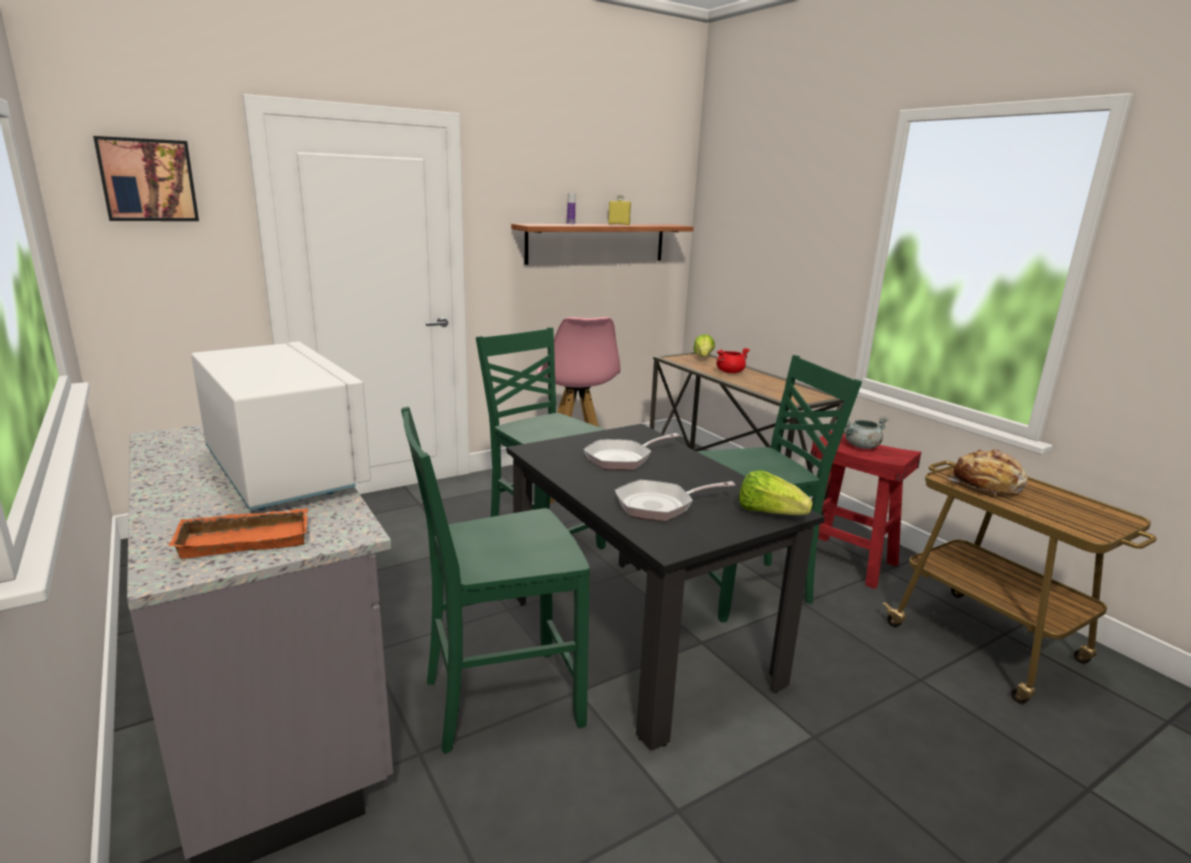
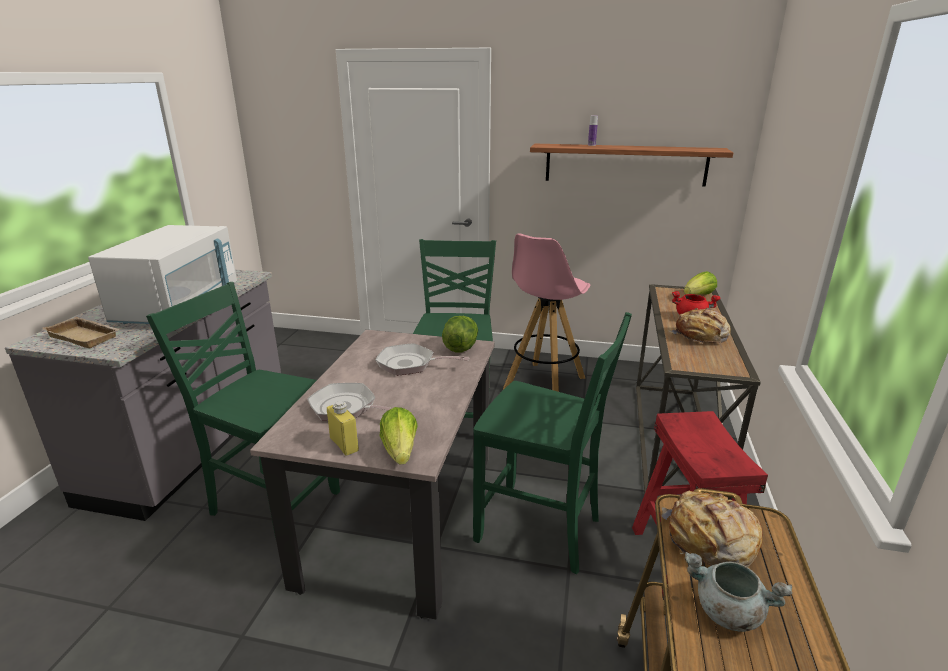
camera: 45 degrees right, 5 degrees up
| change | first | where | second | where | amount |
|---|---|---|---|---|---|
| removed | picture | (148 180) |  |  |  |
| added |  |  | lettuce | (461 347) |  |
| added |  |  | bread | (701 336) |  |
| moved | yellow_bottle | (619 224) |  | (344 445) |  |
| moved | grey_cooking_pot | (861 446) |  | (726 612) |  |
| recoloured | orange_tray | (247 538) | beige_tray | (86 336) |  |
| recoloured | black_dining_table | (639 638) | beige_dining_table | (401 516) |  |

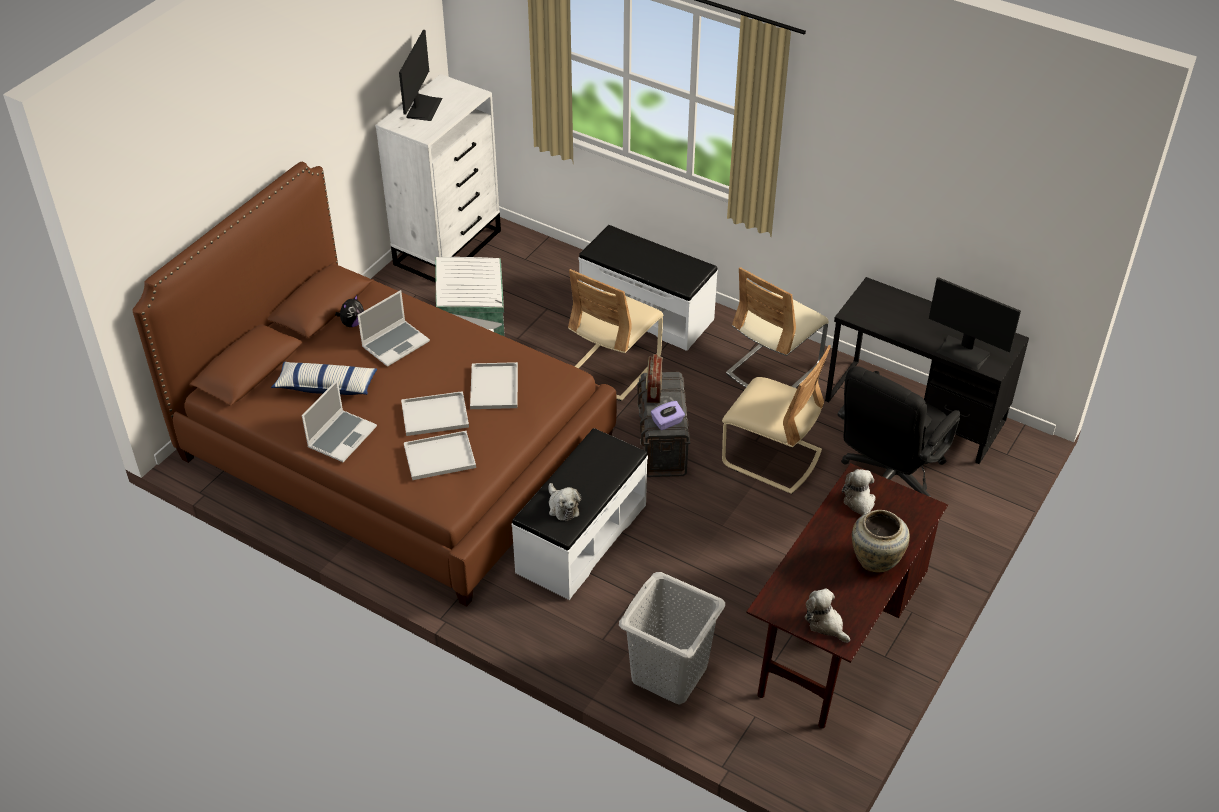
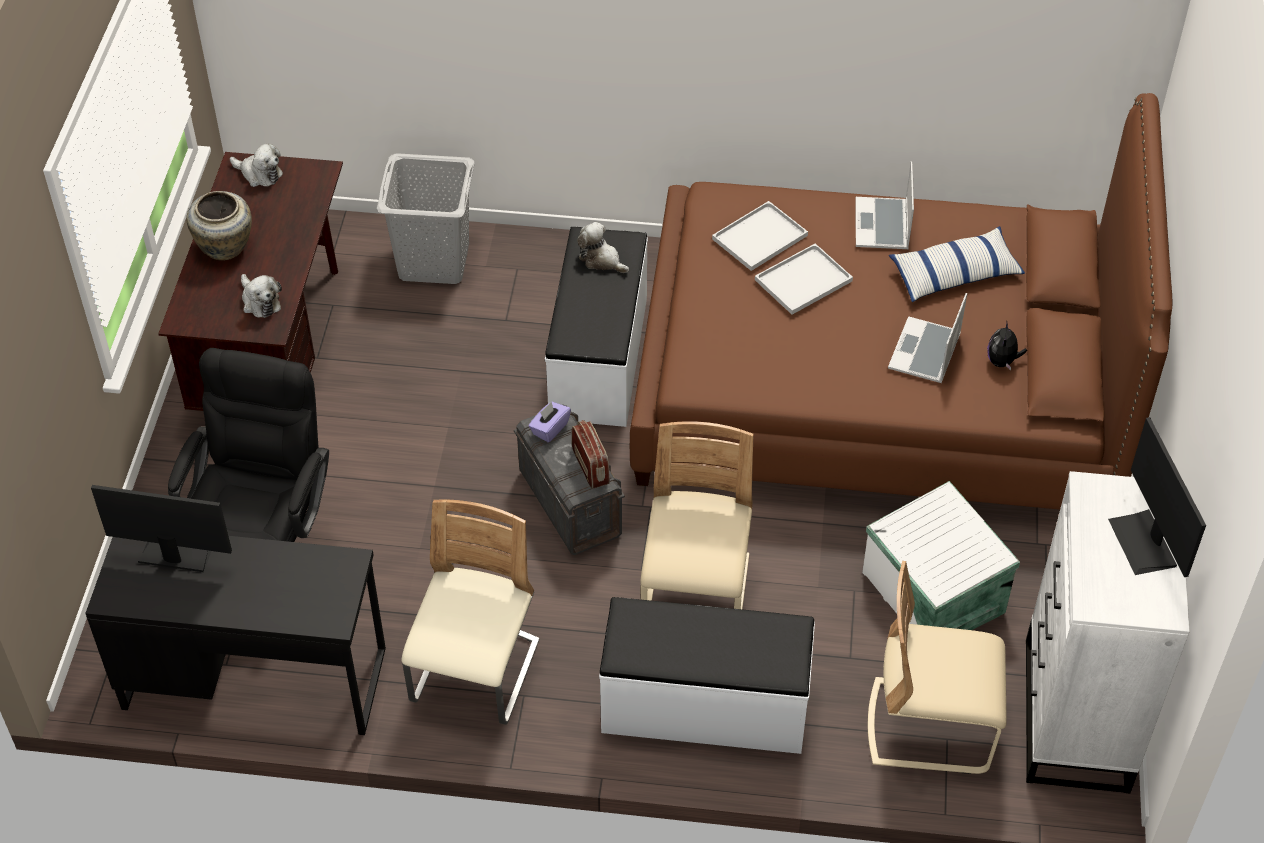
camera: 155 degrees right, 5 degrees up
| change | first | where | second | where | amount |
|---|---|---|---|---|---|
| removed | white_tray | (495 388) |  |  |  |
| moved | beige_chair | (771 458) |  | (930 726) |  |

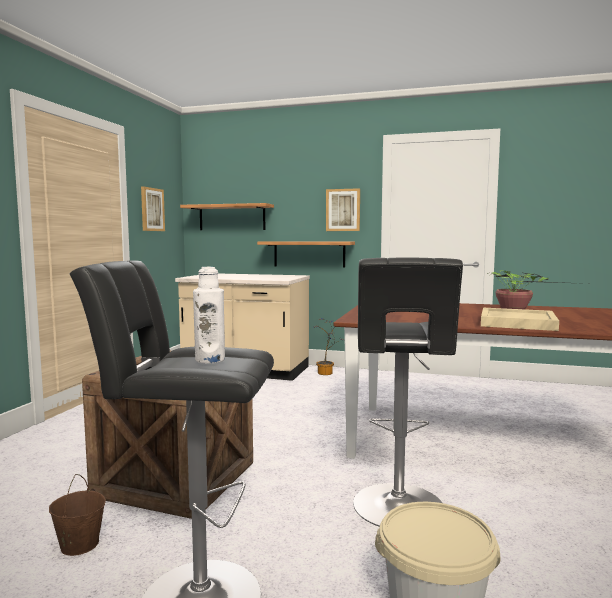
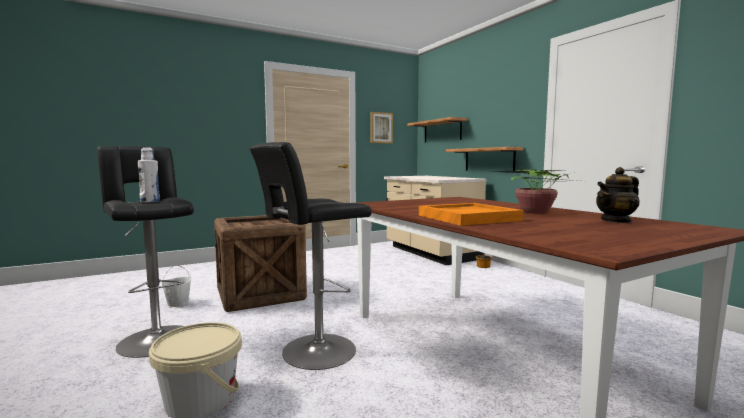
camera: 45 degrees right, 0 degrees up
| change | first | where | second | where | amount |
|---|---|---|---|---|---|
| removed | picture | (343 210) |  |  |  |
| added |  |  | teapot | (616 221) |  |
| recoloured | brown_bucket | (79 545) | white_bucket | (178 303) |  |
| recoloured | beige_tray | (516 322) | orange_tray | (468 217) |  |

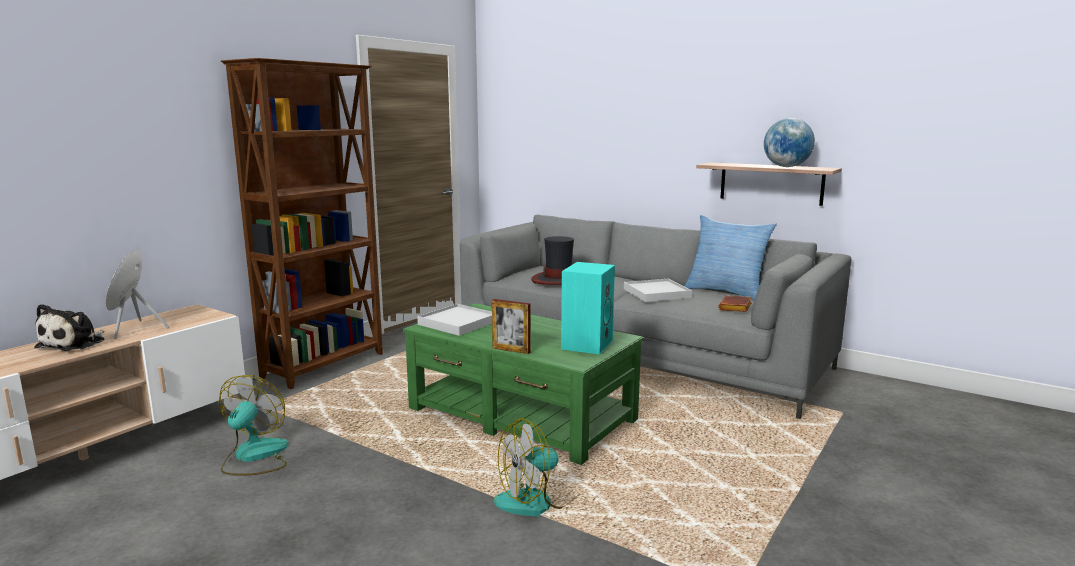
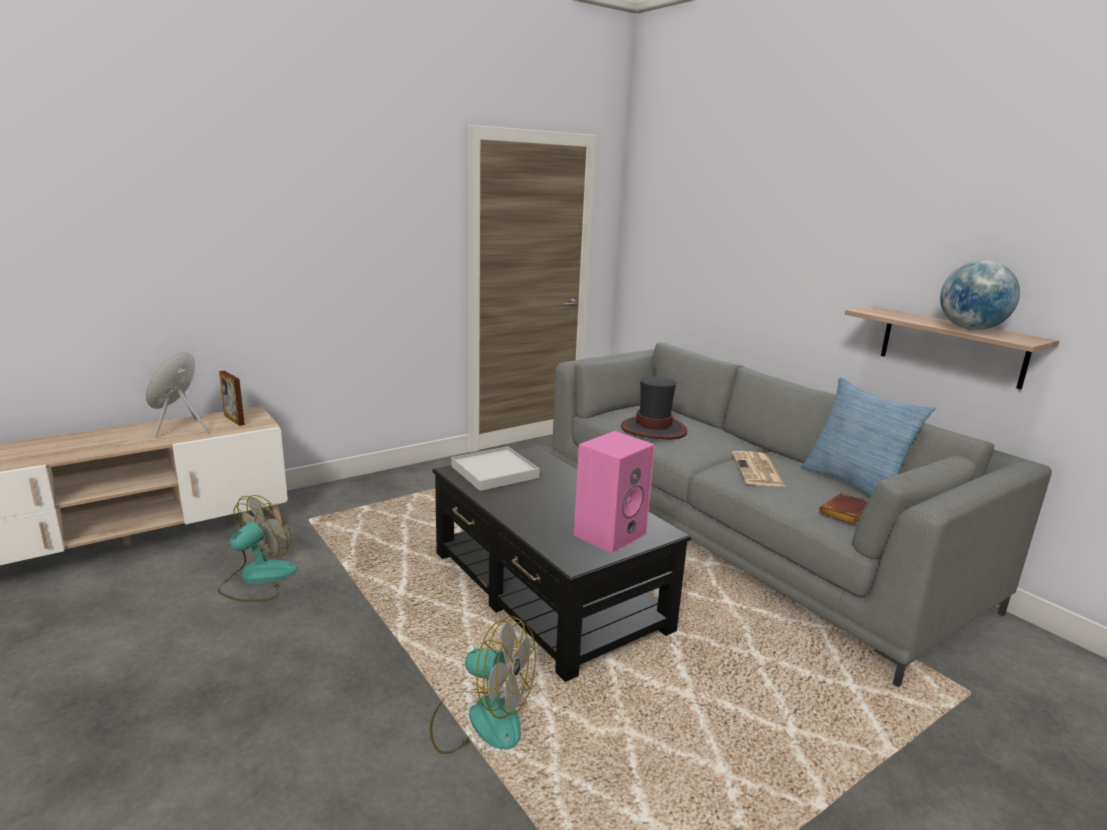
camera: 20 degrees right, 5 degrees up
| change | first | where | second | where | amount |
|---|---|---|---|---|---|
| removed | plush_toy | (74 343) |  |  |  |
| removed | brown_bookcase | (325 365) |  |  |  |
| moved | picture_frame | (511 350) |  | (234 420) |  |
| replaced | white_tray | (657 293) | newspaper | (758 470) |  |
| recoloured | green_coffee_table | (521 415) | black_coffee_table | (546 591) |  |
| recoloured | turquoise_speaker | (586 344) | pink_speaker | (610 533) |  |
| turned | fan | (535 500) |  | (481 719) | 150 degrees counterclockwise |

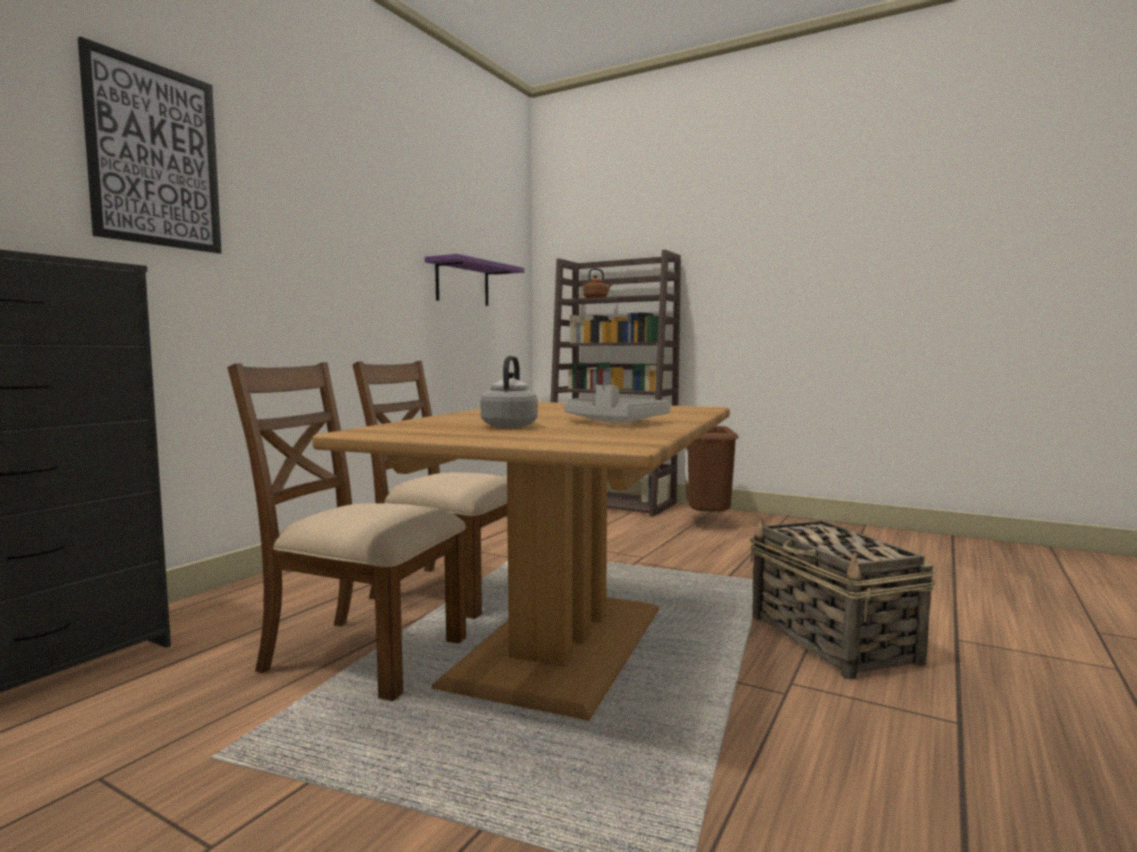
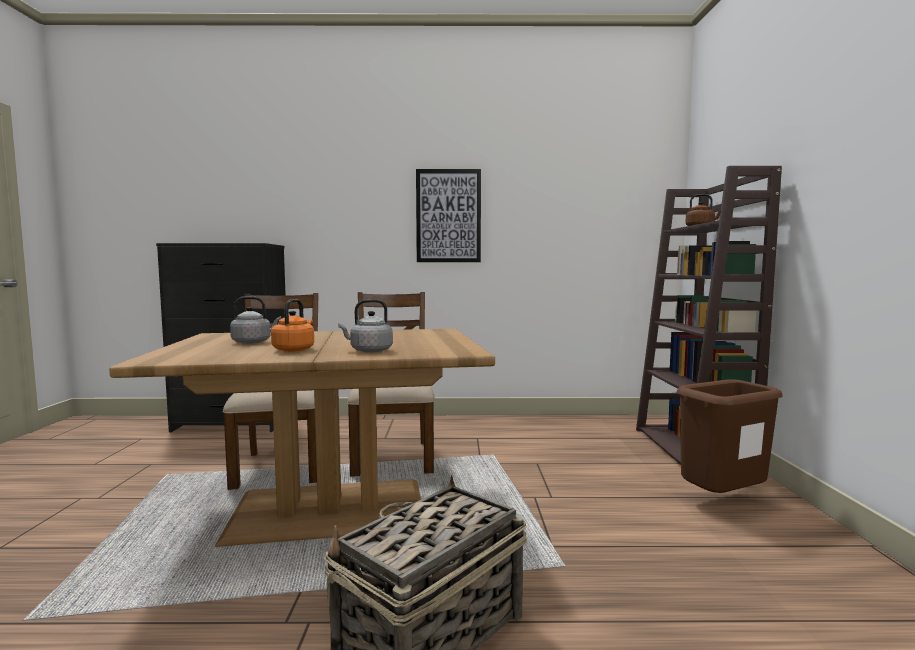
camera: 60 degrees right, 0 degrees up
| change | first | where | second | where | amount |
|---|---|---|---|---|---|
| removed | purple_shelf | (462 283) |  |  |  |
| added |  |  | grey_kettle | (369 351) |  |
| moved | picture | (154 155) |  | (448 216) |  |
| replaced | grey_tray | (612 422) | orange_kettle | (295 349) |  |

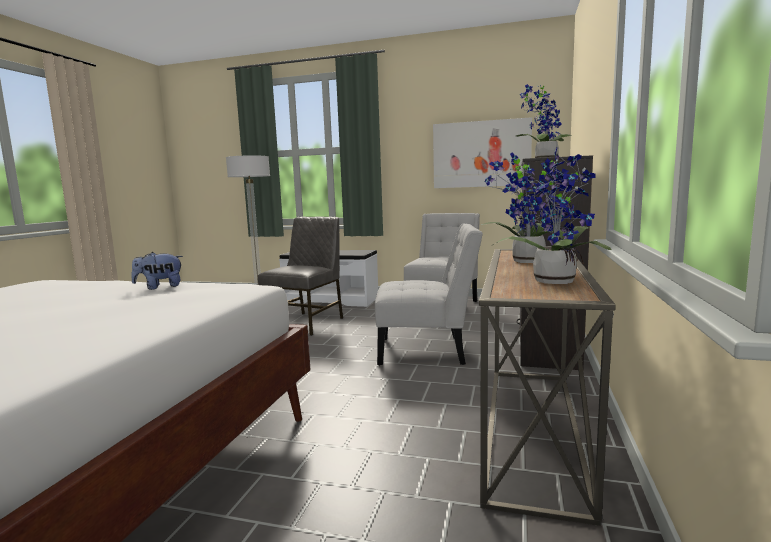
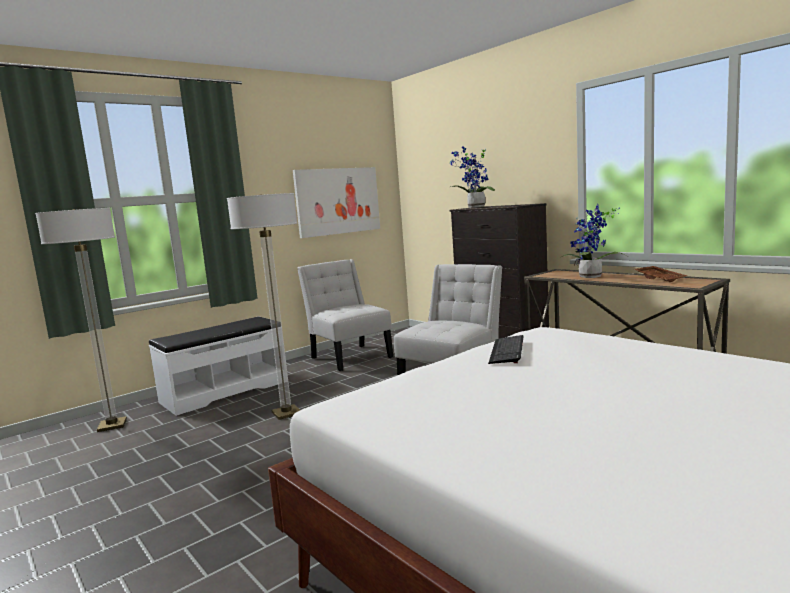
camera: 55 degrees left, 0 degrees up
| change | first | where | second | where | amount |
|---|---|---|---|---|---|
| replaced | plush_toy | (160 287) | keyboard | (507 351) |  |
| replaced | grey_chair | (307 323) | floor_lamp | (286 413) |  |
| replaced | potted_plant | (554 280) | brown_tray | (660 279) |  |

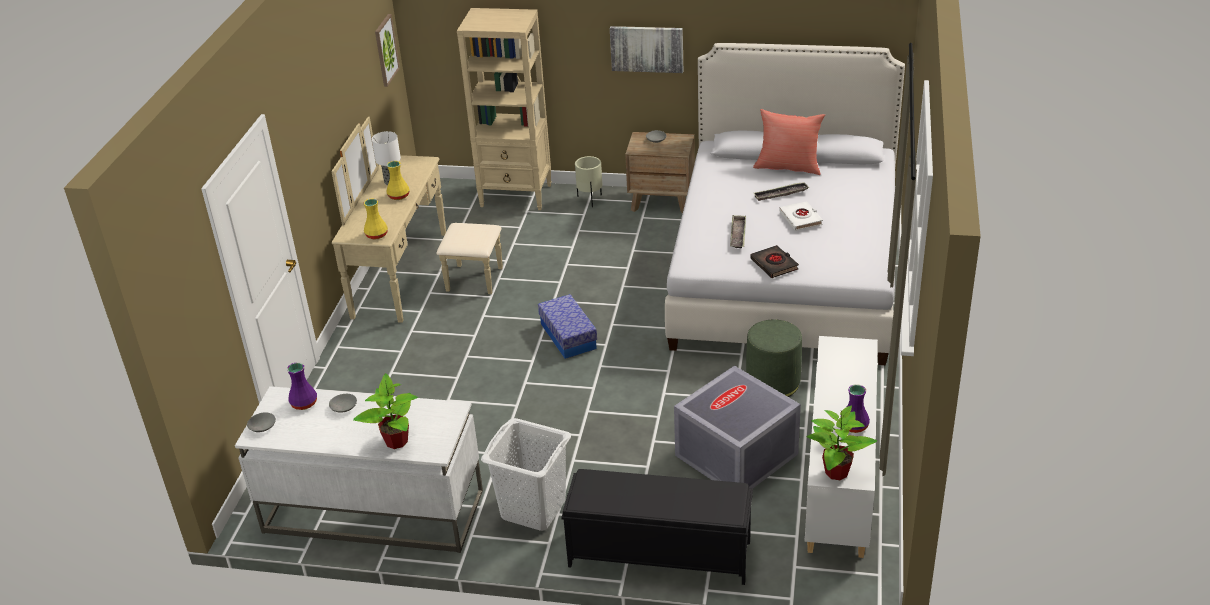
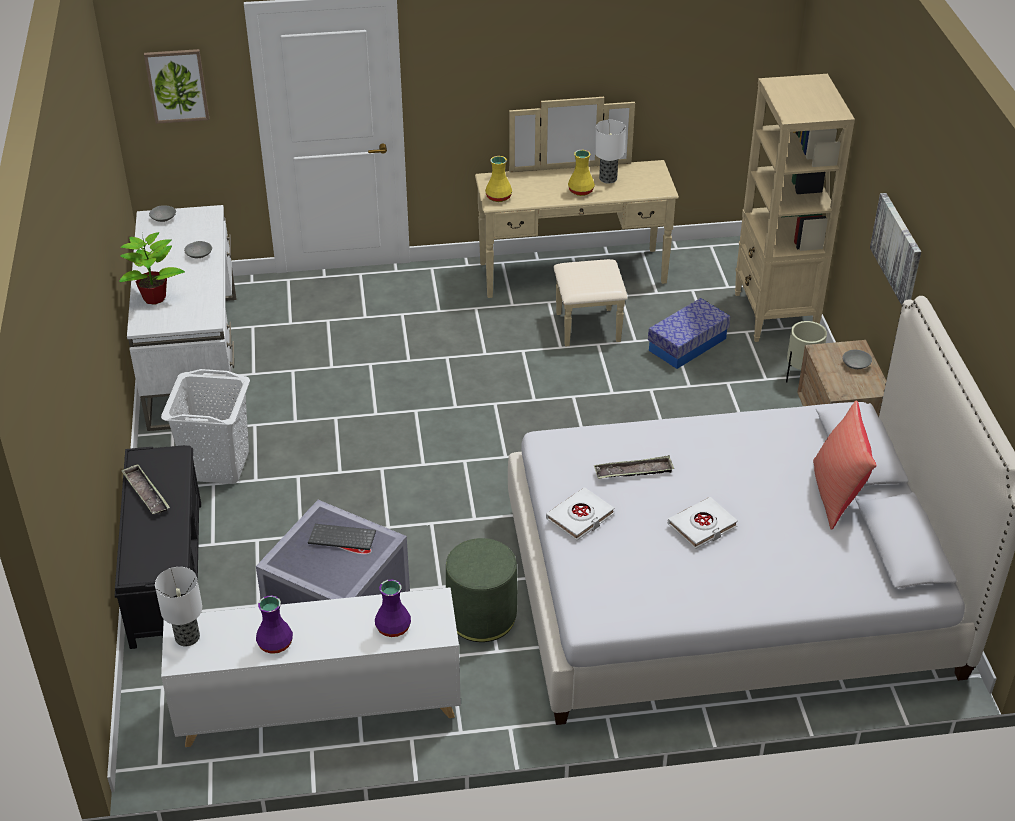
camera: 70 degrees right, 5 degrees up
| change | first | where | second | where | amount |
|---|---|---|---|---|---|
| added |  |  | keyboard | (341 539) |  |
| moved | purple_vase | (304 403) |  | (394 627) |  |
| moved | picture | (386 50) |  | (177 85) |  |
| moved | storage_box | (568 336) |  | (687 344) |  |
| moved | tray | (780 194) |  | (146 493) |  |
| replaced | potted_plant | (836 472) | table_lamp | (188 637) |  |
| recoloured | black_book | (774 264) | white_book | (580 517) |  |

